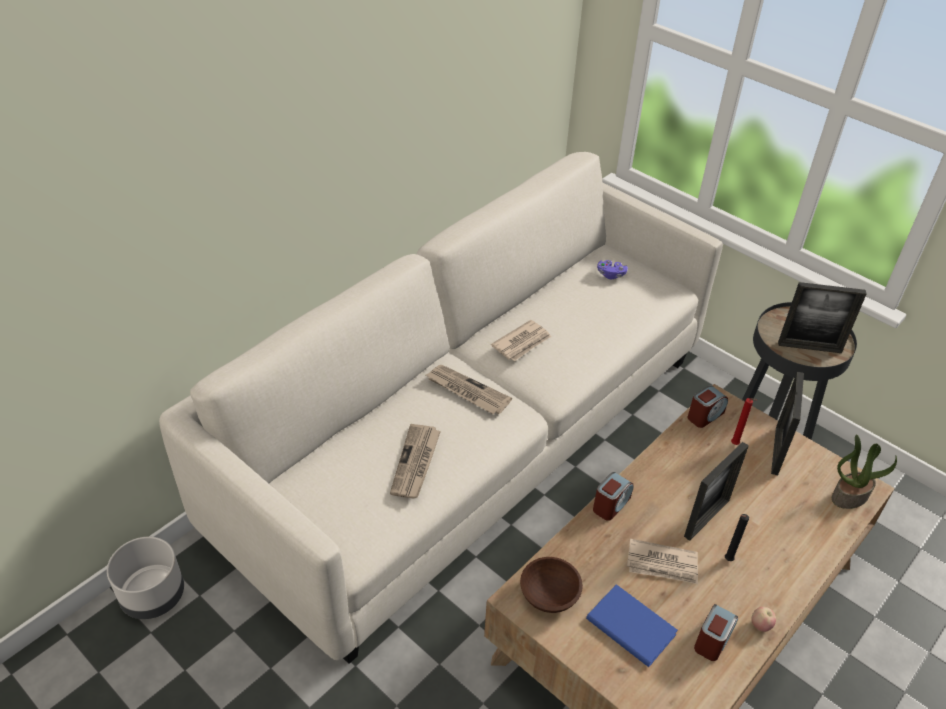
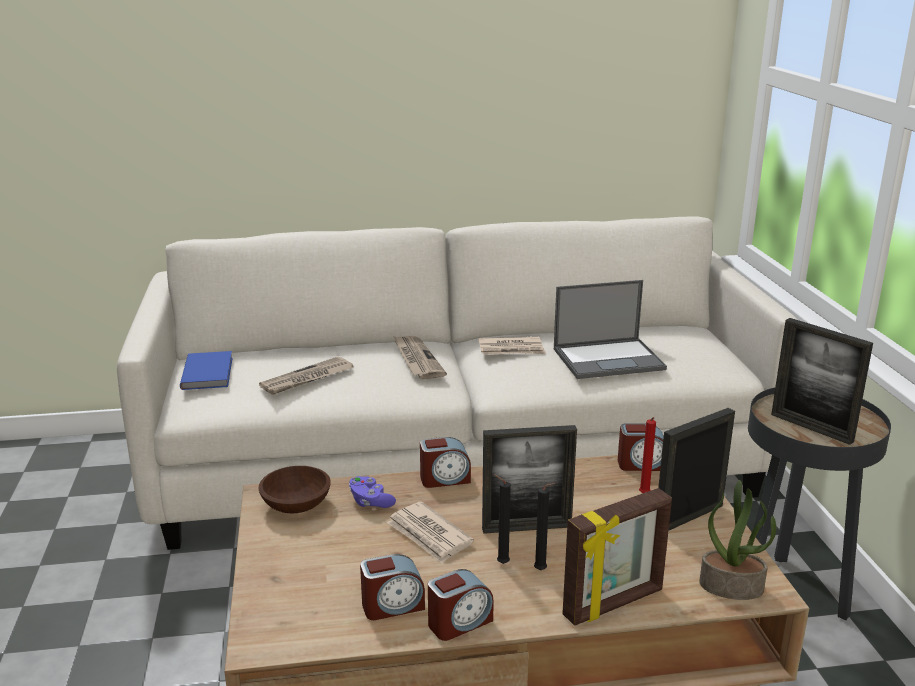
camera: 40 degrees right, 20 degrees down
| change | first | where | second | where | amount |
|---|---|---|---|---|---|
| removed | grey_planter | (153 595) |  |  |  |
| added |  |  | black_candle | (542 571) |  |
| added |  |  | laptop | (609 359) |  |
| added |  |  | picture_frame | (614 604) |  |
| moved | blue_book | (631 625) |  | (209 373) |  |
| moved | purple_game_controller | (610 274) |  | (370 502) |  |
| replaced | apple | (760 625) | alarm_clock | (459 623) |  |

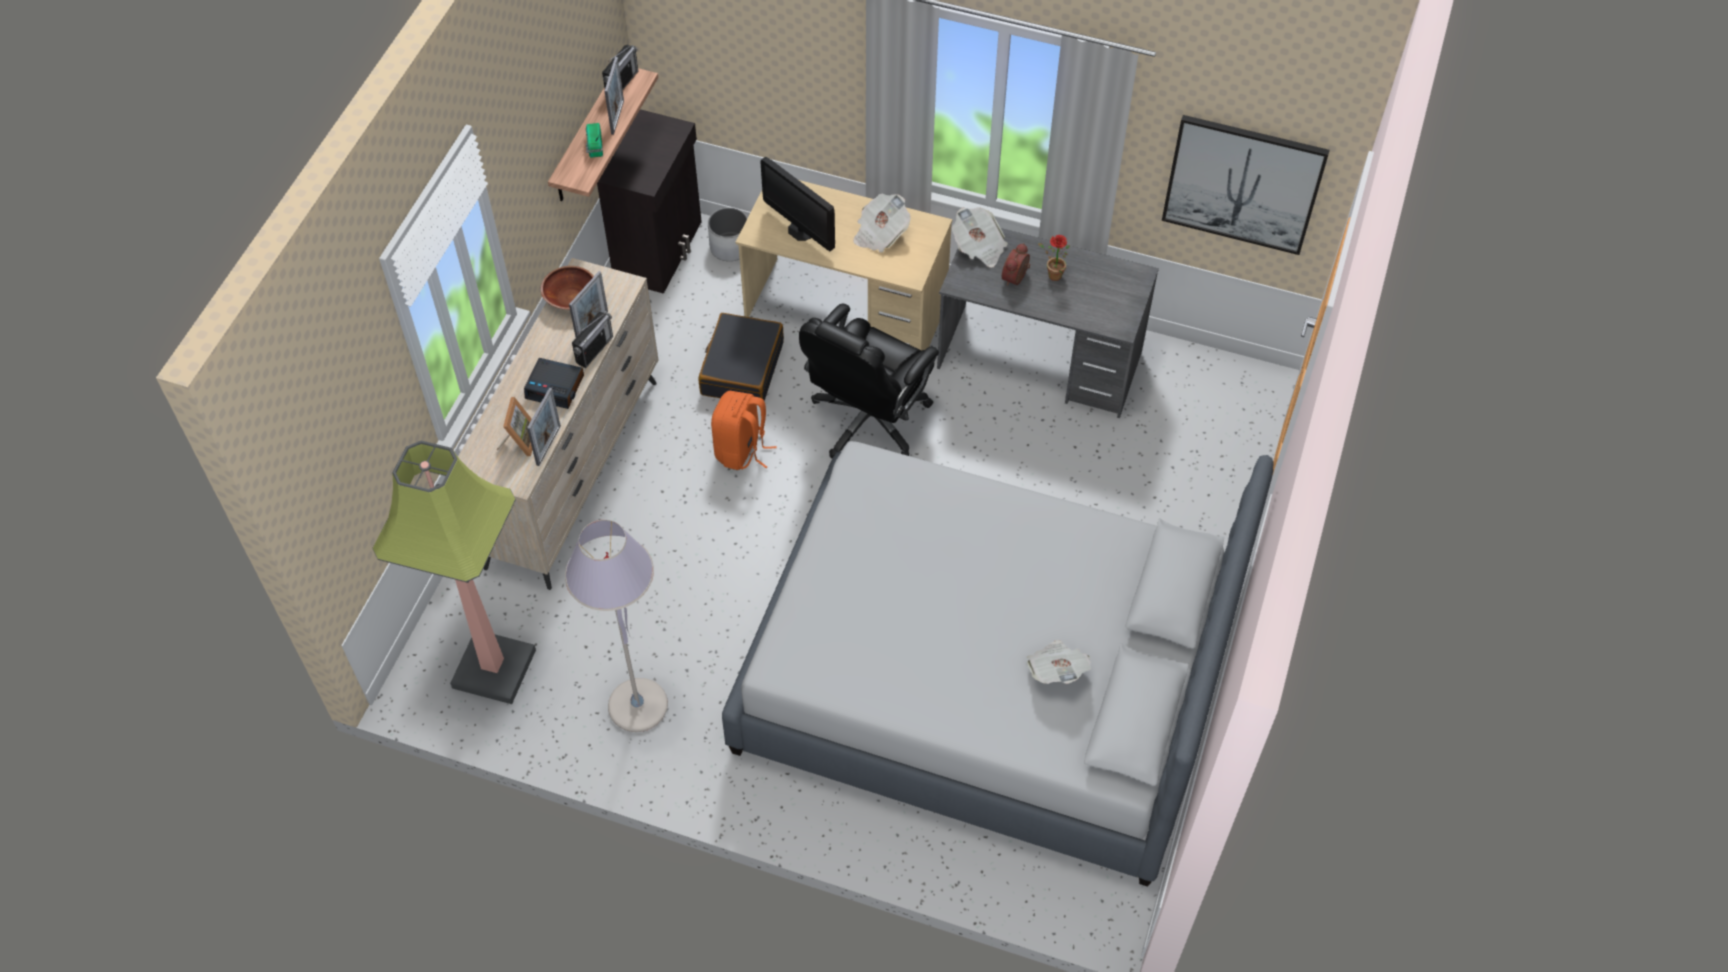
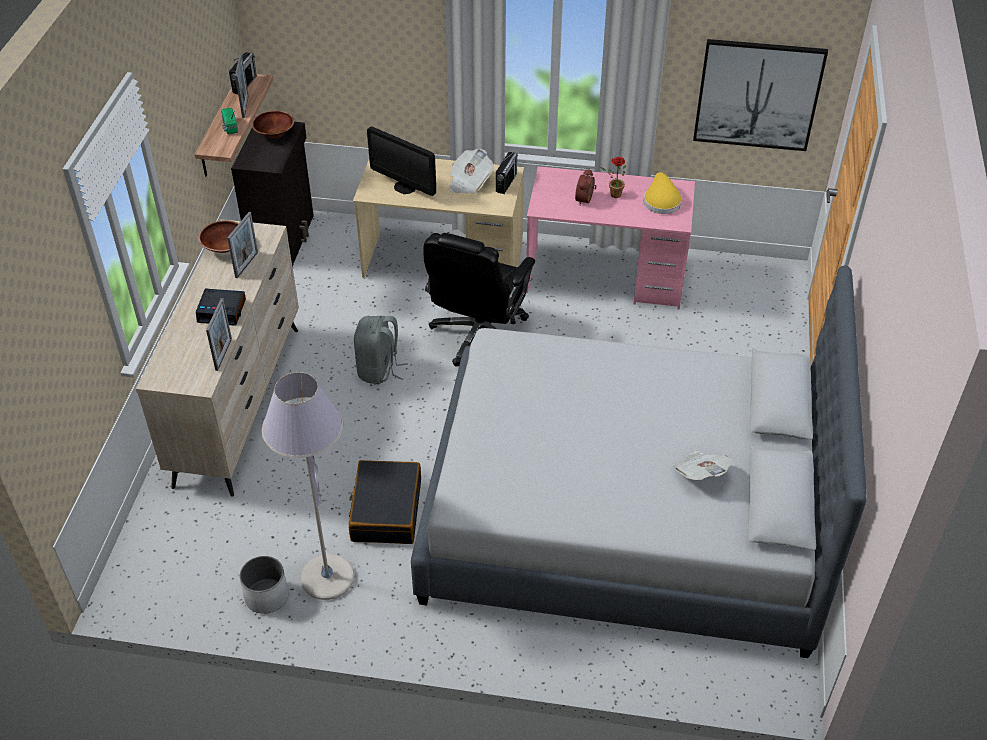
camera: 10 degrees left, 10 degrees down
| change | first | where | second | where | amount |
|---|---|---|---|---|---|
| removed | floor_lamp | (495 670) |  |  |  |
| removed | picture_frame | (519 441) |  |  |  |
| removed | newspaper | (979 247) |  |  |  |
| added |  |  | brown_bowl | (274 133) |  |
| added |  |  | yellow_hat | (661 201) |  |
| moved | radio | (594 350) |  | (506 183) |  |
| moved | black_suitcase | (741 368) |  | (386 510) |  |
| moved | white_planter | (730 247) |  | (266 596) |  |
| recoloured | orange_backpack | (742 450) | grey_backpack | (379 370) |  |
| recoloured | grey_desk | (1039 361) | pink_desk | (605 278) |  |

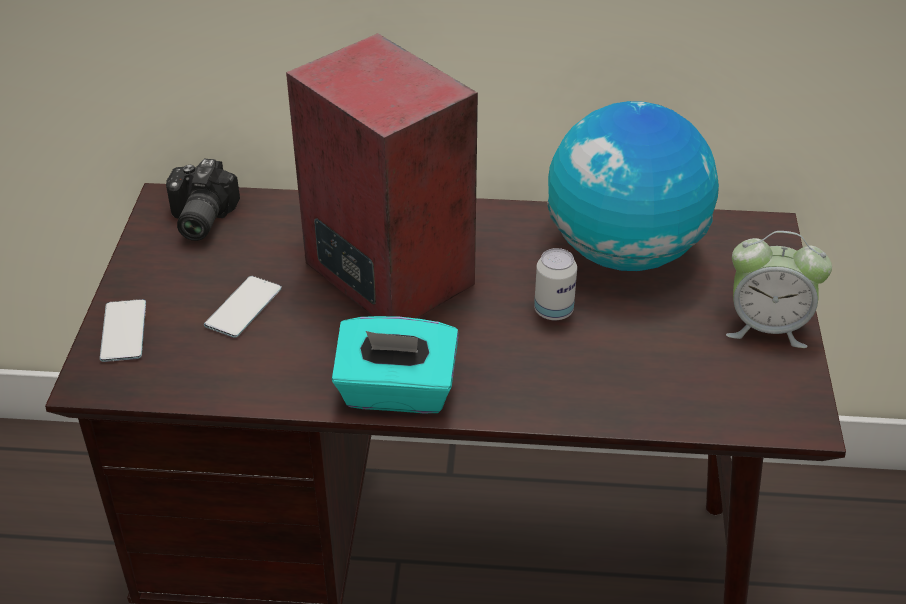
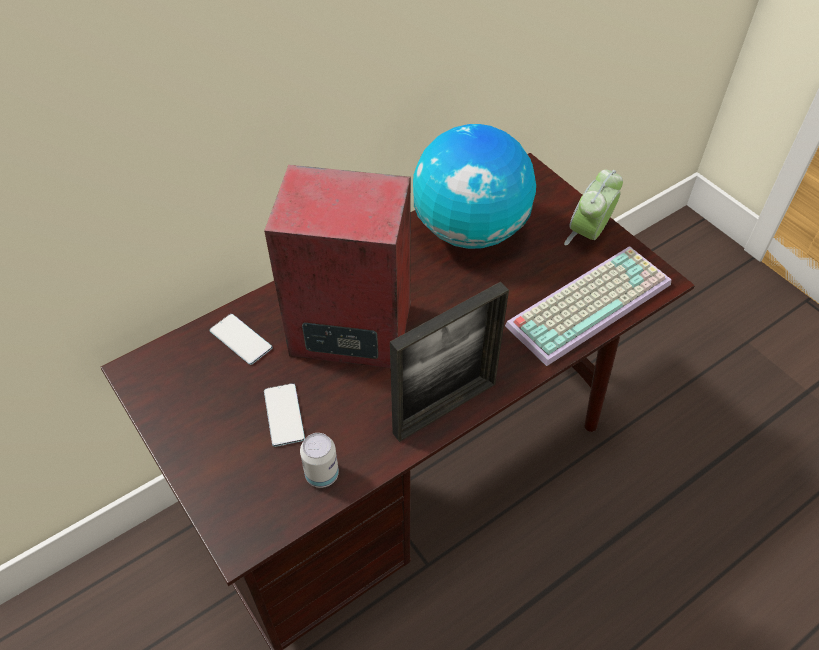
camera: 40 degrees left, 10 degrees up
| change | first | where | second | where | amount |
|---|---|---|---|---|---|
| removed | photo_camera | (197 219) |  |  |  |
| added |  |  | keyboard | (588 301) |  |
| moved | phone | (123 331) |  | (241 339) |  |
| moved | can | (553 311) |  | (322 474) |  |
| replaced | turquoise_tissue_box | (396 393) | picture_frame | (445 408) |  |
| turned | alarm_clock | (767 327) |  | (588 234) | 150 degrees clockwise |

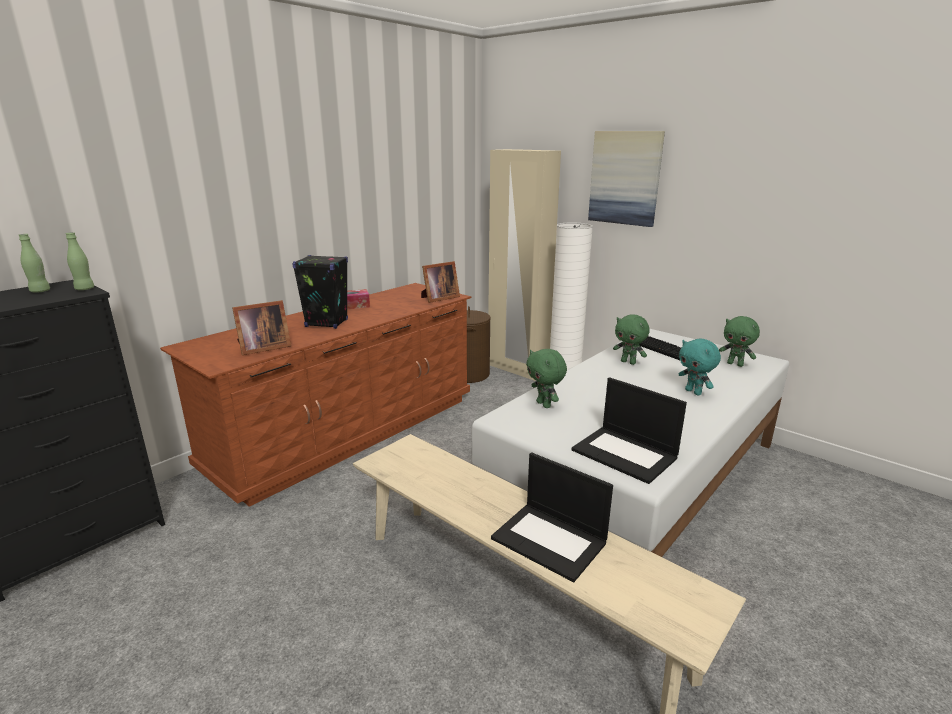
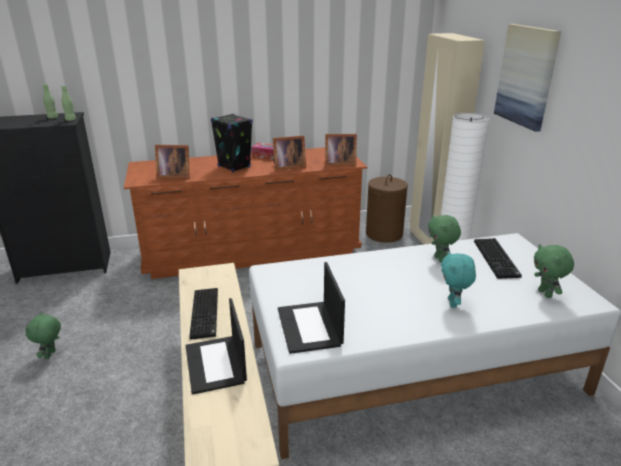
camera: 35 degrees right, 5 degrees up
| change | first | where | second | where | amount |
|---|---|---|---|---|---|
| added |  |  | keyboard | (206 314) |  |
| added |  |  | picture_frame | (288 166) |  |
| moved | green_plush_toy | (544 404) |  | (51 355) |  |

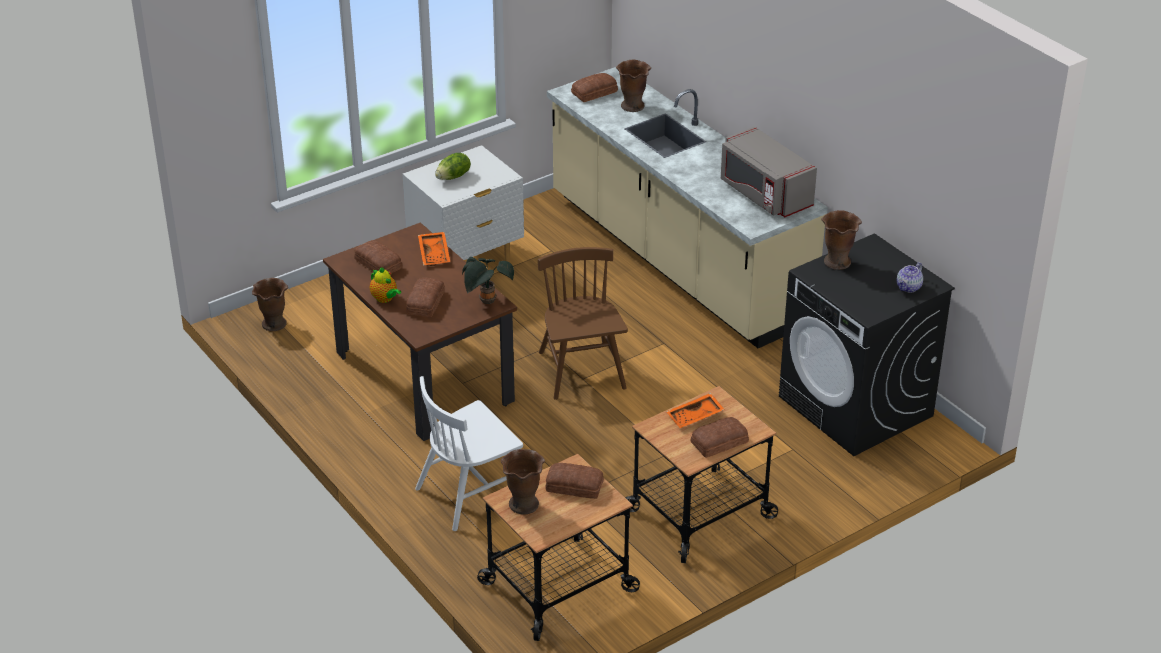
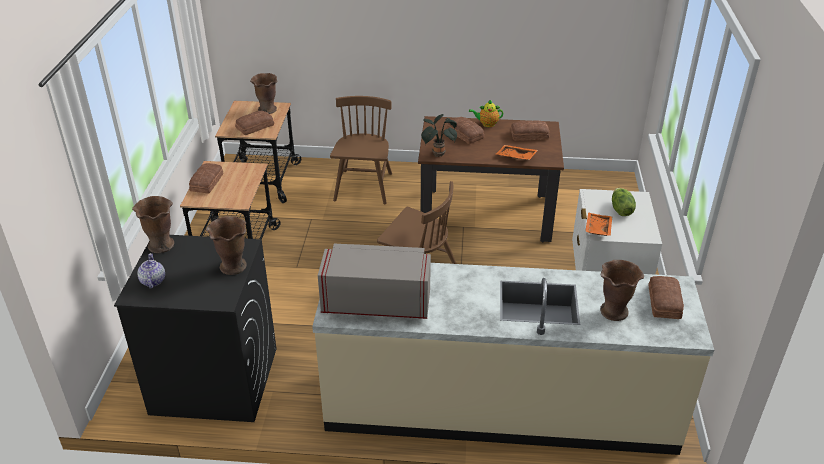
camera: 130 degrees right, 0 degrees up
| change | first | where | second | where | amount |
|---|---|---|---|---|---|
| moved | brown_vase | (274 324) |  | (161 245) |  |
| moved | orange_tray | (695 417) |  | (597 229) |  |
| recoloured | white_chair | (471 493) | brown_chair | (364 187) |  |

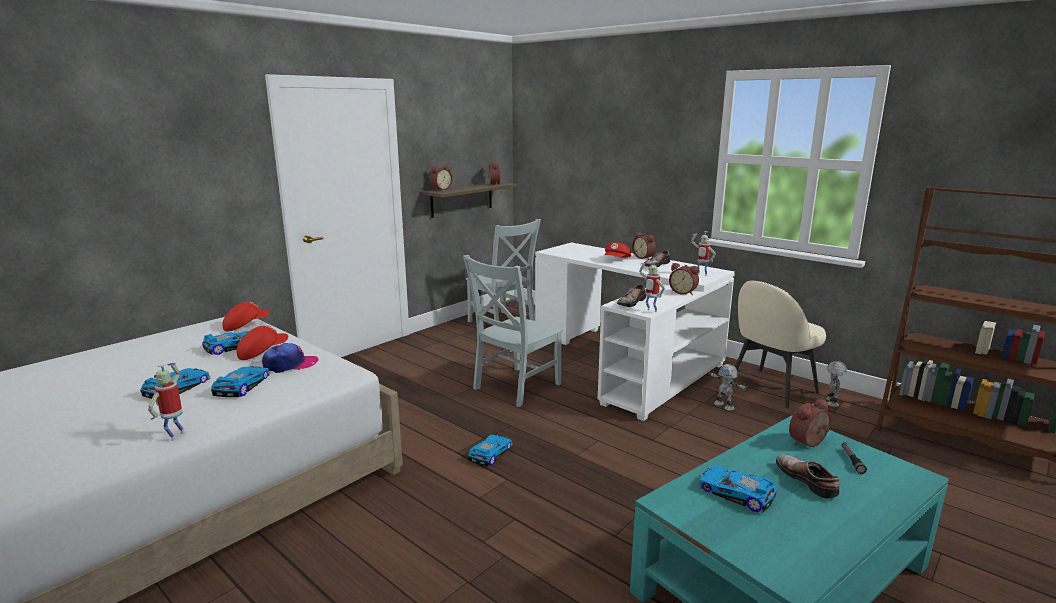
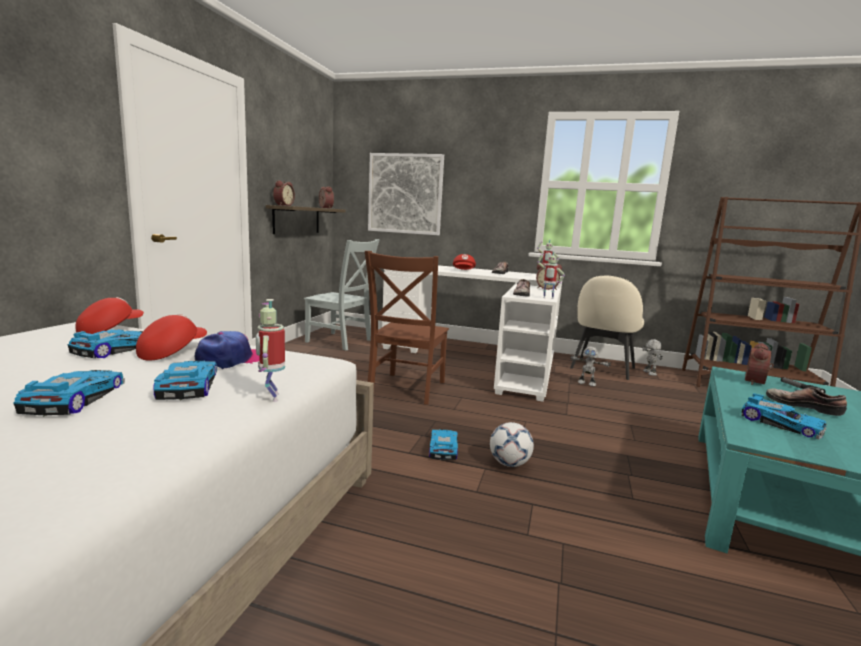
camera: 25 degrees left, 5 degrees down
| change | first | where | second | where | amount |
|---|---|---|---|---|---|
| removed | alarm_clock | (644 257) |  |  |  |
| added |  |  | picture | (405 194) |  |
| added |  |  | football | (509 463) |  |
| moved | toy_robot | (175 435) |  | (271 397) |  |
| recoloured | grey_chair | (514 387) | brown_chair | (405 389) |  |
| turned | toy_car | (735 493) |  | (781 423) | 150 degrees counterclockwise |

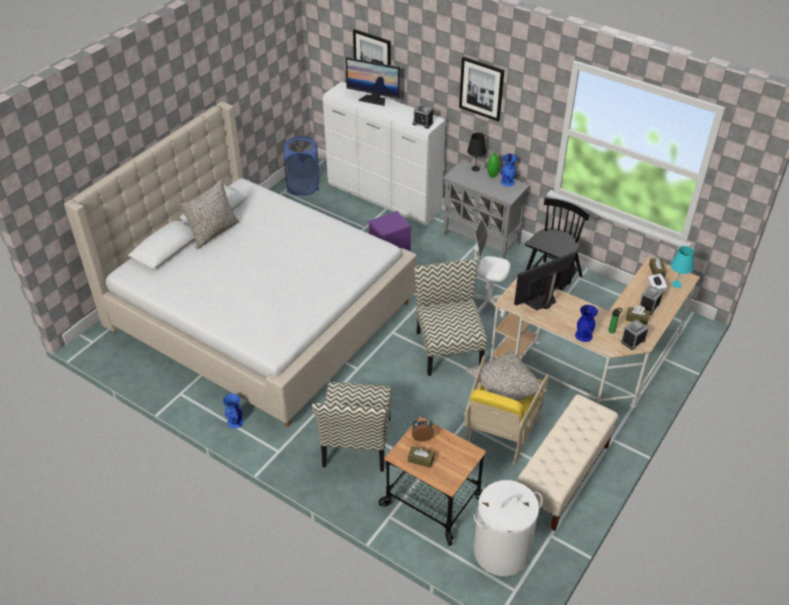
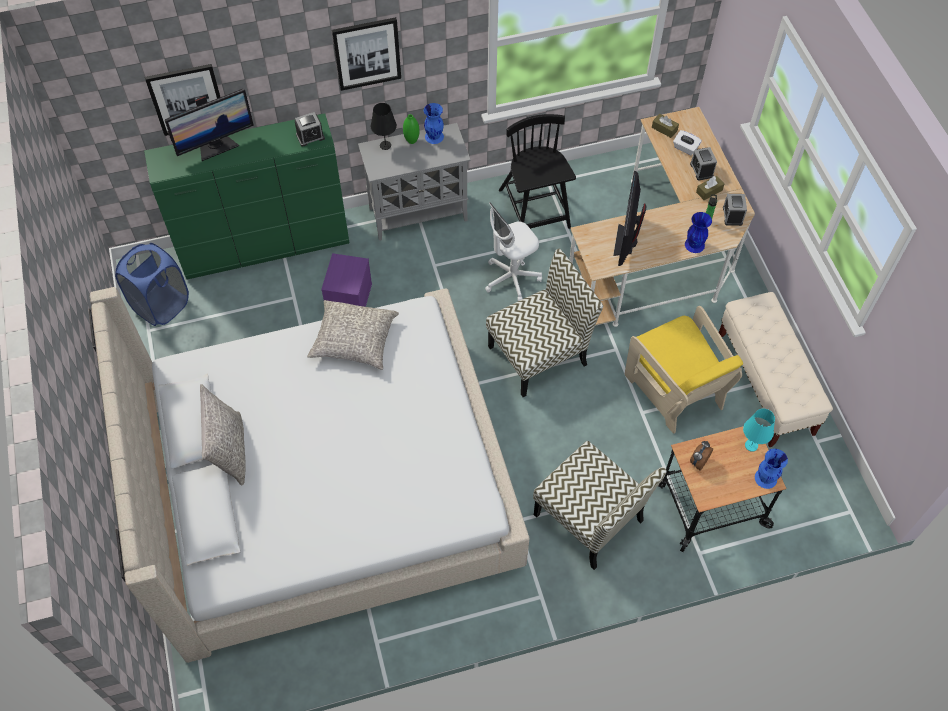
camera: 50 degrees left, 15 degrees up
| change | first | where | second | where | amount |
|---|---|---|---|---|---|
| removed | brown_tissue_box | (421 460) |  |  |  |
| removed | white_laundry_basket | (501 552) |  |  |  |
| moved | blue_vase | (235 422) |  | (766 478) |  |
| moved | grey_pillow | (505 386) |  | (354 341) |  |
| moved | turquoise_table_lamp | (676 284) |  | (751 445) |  |
| recoloured | white_dresser | (384 199) | green_dresser | (267 248) |  |
| turned | chair | (448 348) |  | (539 354) | 120 degrees clockwise |

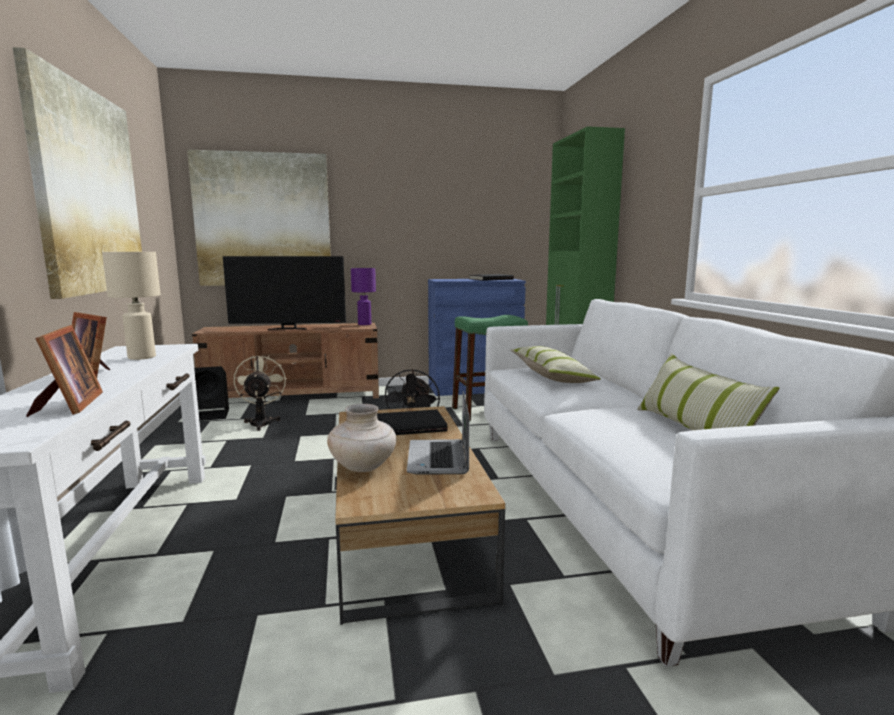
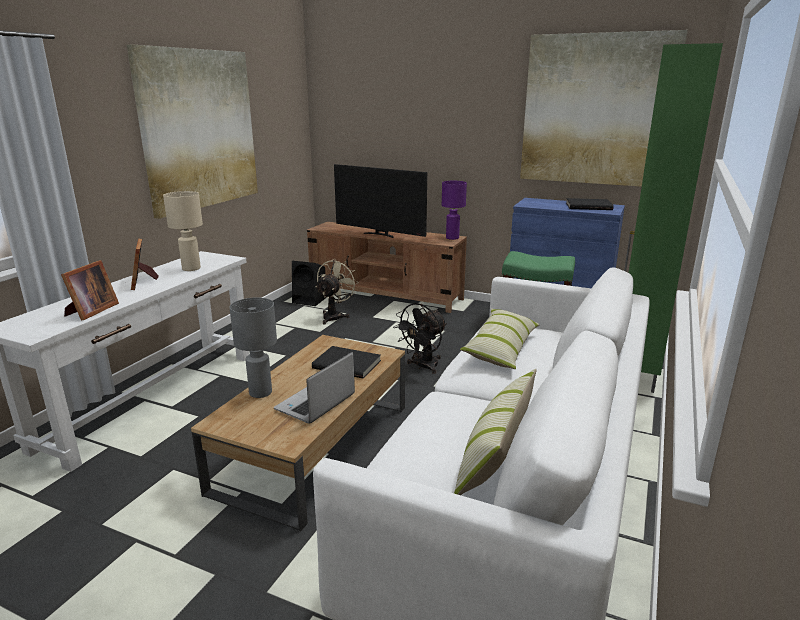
camera: 35 degrees right, 10 degrees up
| change | first | where | second | where | amount |
|---|---|---|---|---|---|
| moved | picture | (263 220) |  | (596 110) |  |
| replaced | beige_vase | (363 467) | grey_table_lamp | (260 393) |  |

